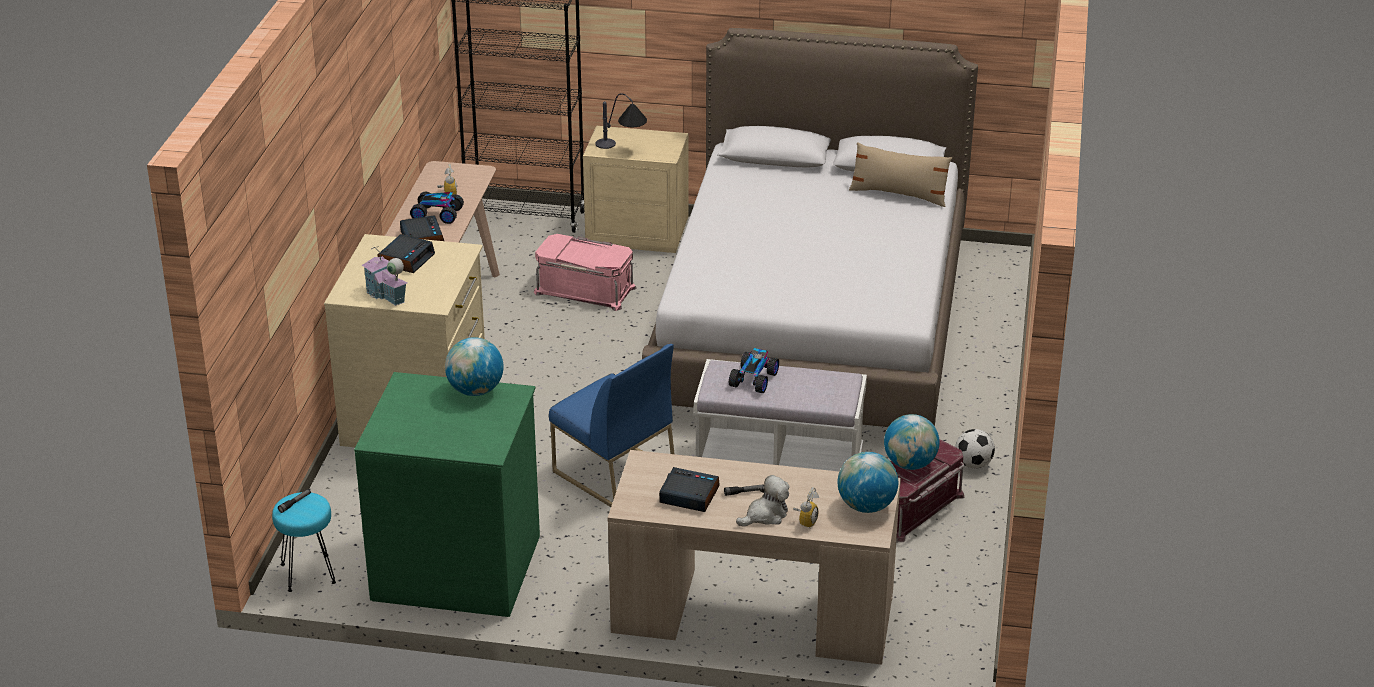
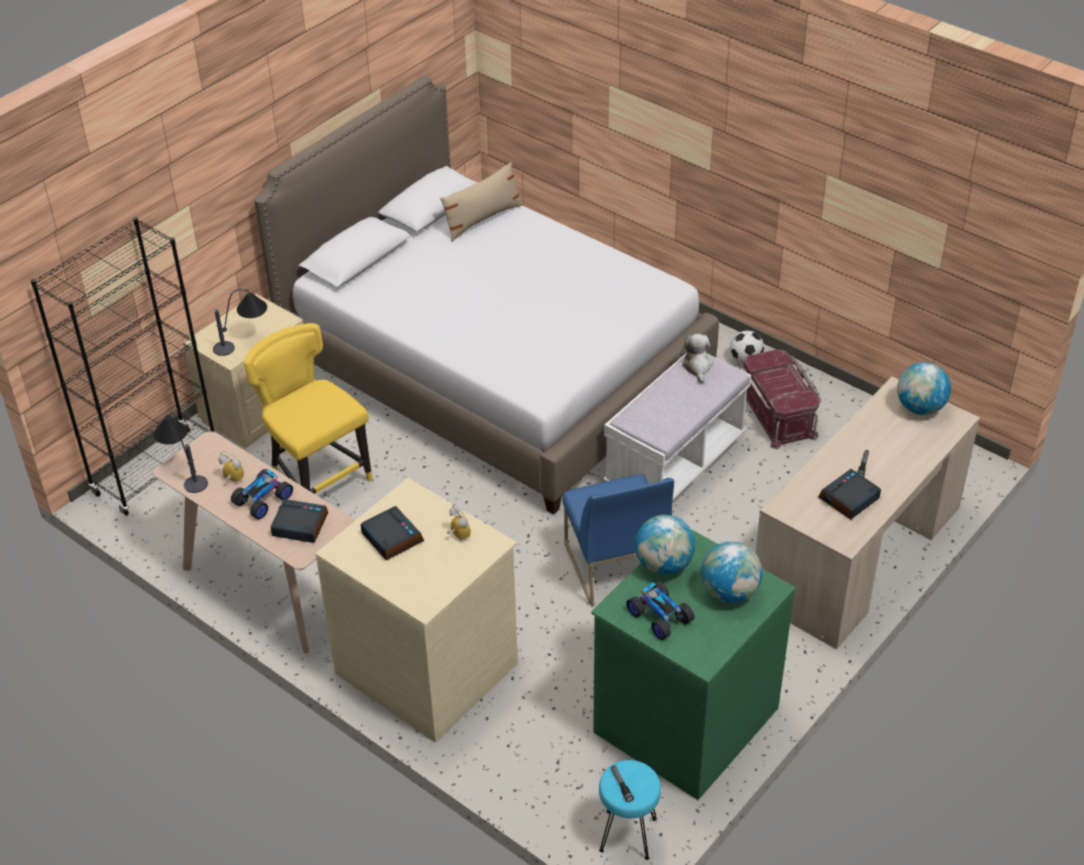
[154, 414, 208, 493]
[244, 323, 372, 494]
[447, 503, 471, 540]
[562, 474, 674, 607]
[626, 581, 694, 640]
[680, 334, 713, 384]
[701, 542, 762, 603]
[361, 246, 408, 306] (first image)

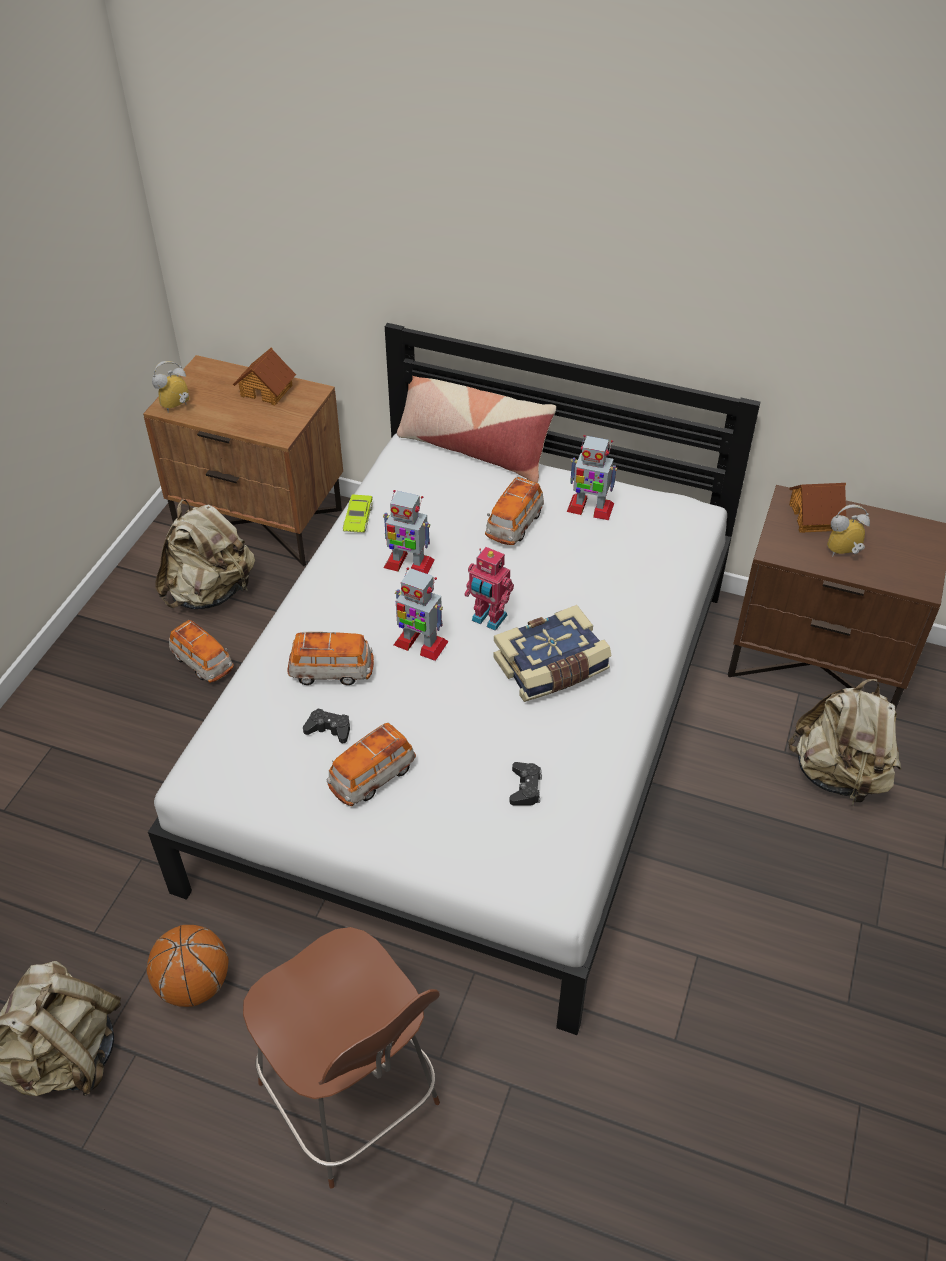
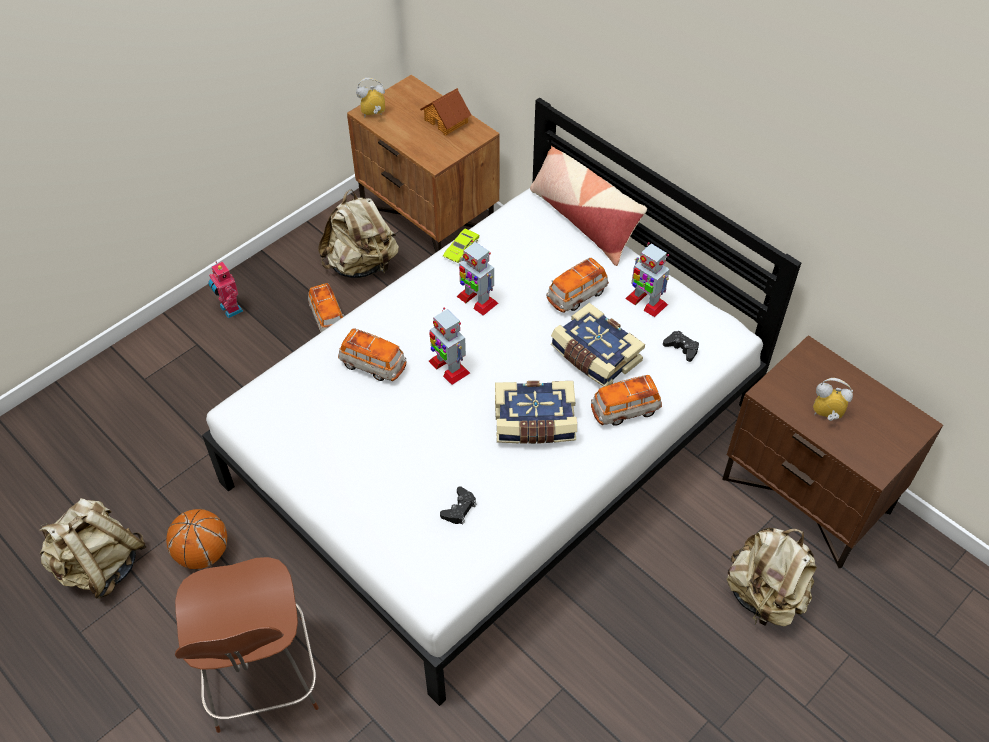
[208, 261, 243, 318]
[551, 303, 645, 387]
[591, 375, 662, 426]
[663, 331, 699, 362]
[789, 483, 846, 533] (first image)

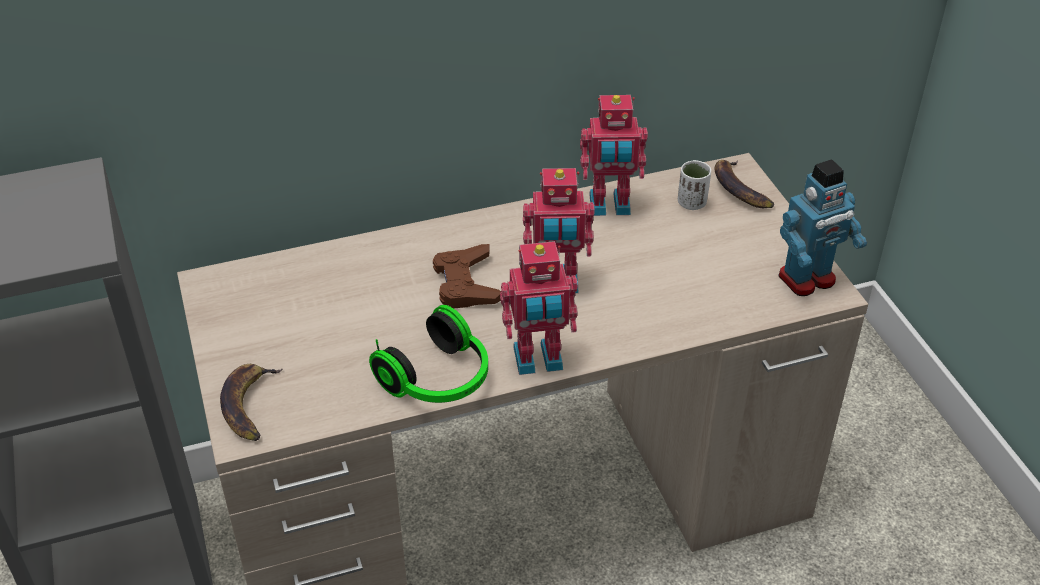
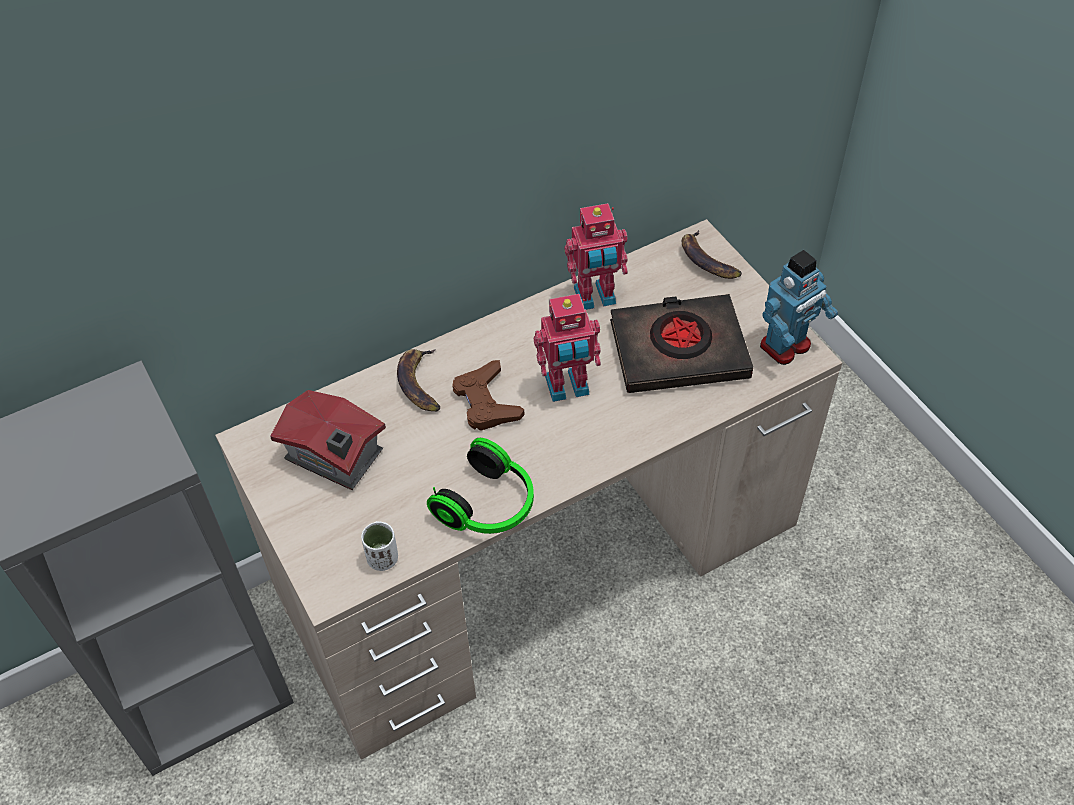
[270, 390, 386, 490]
[361, 521, 398, 571]
[397, 349, 440, 411]
[610, 294, 753, 393]
[500, 241, 578, 375] (first image)

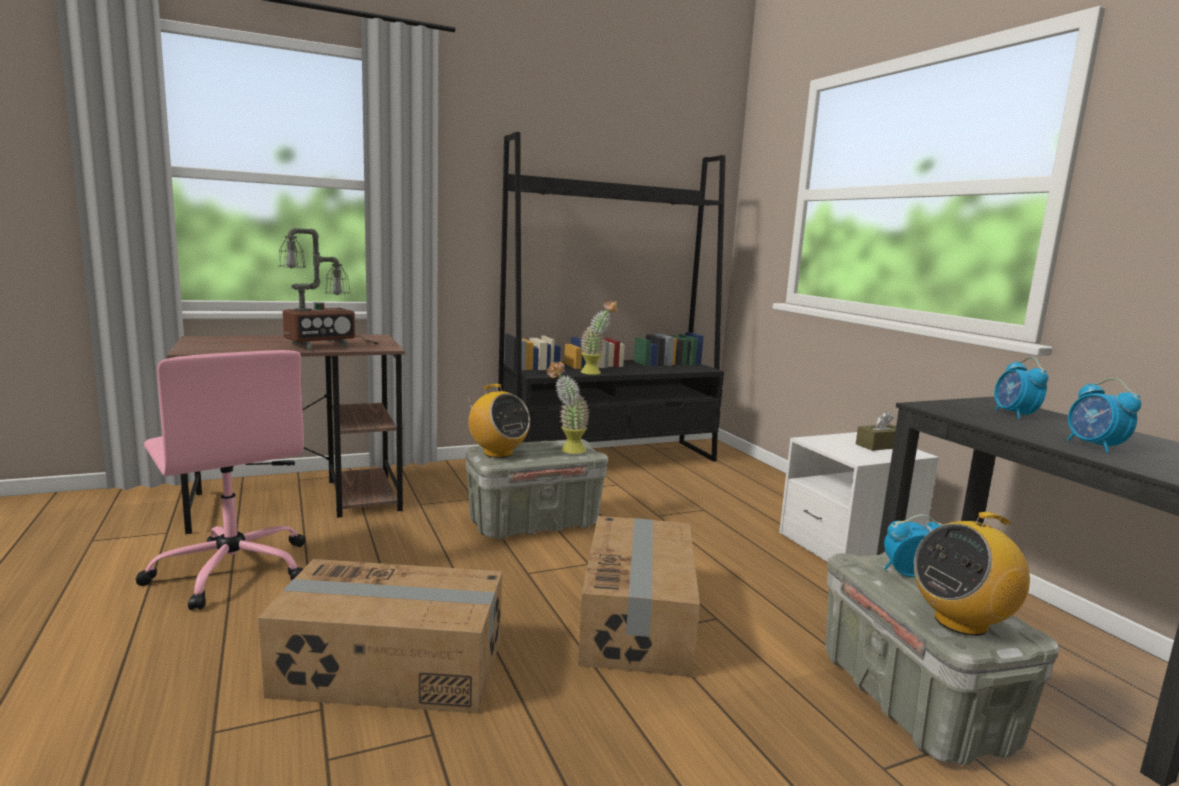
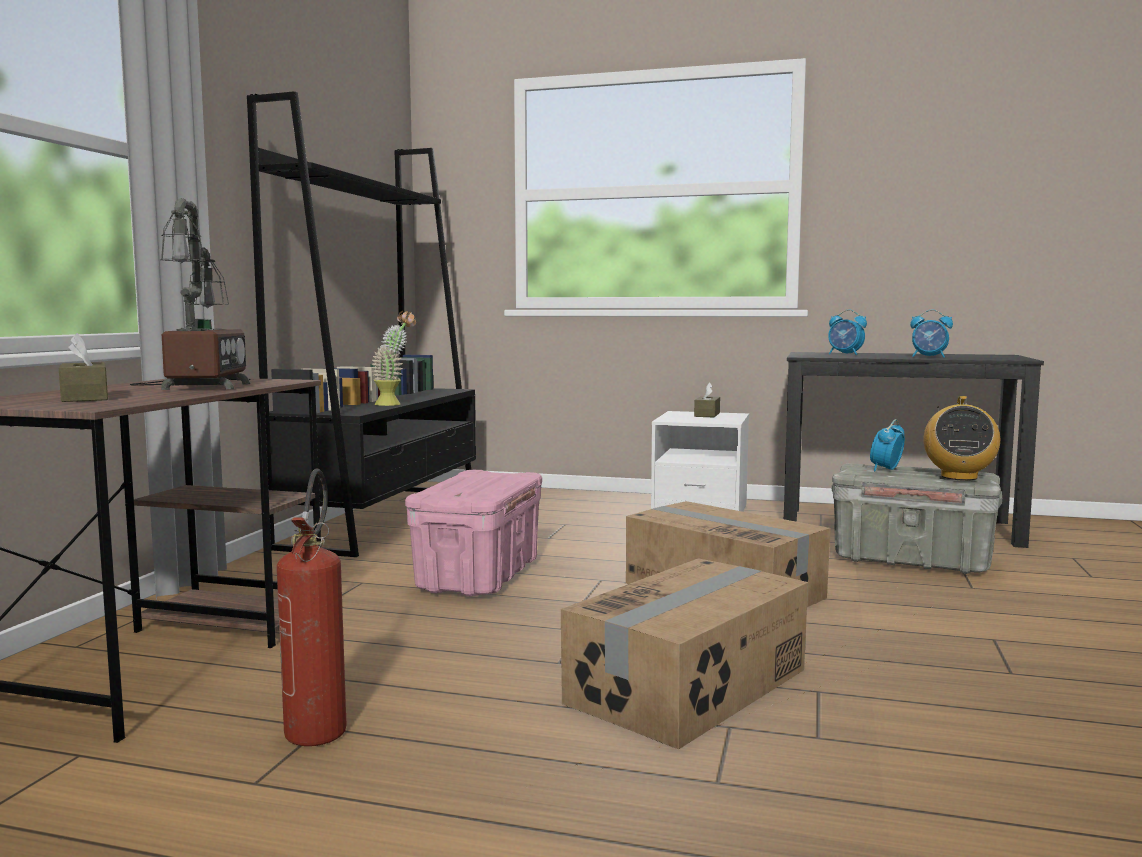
[59, 333, 108, 402]
[277, 469, 347, 746]
[405, 470, 542, 597]
[467, 384, 530, 458] (first image)
[547, 361, 590, 454] (first image)

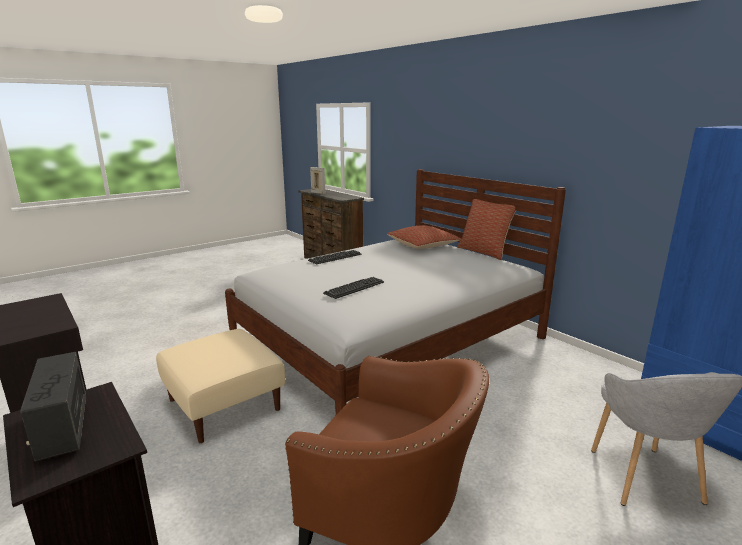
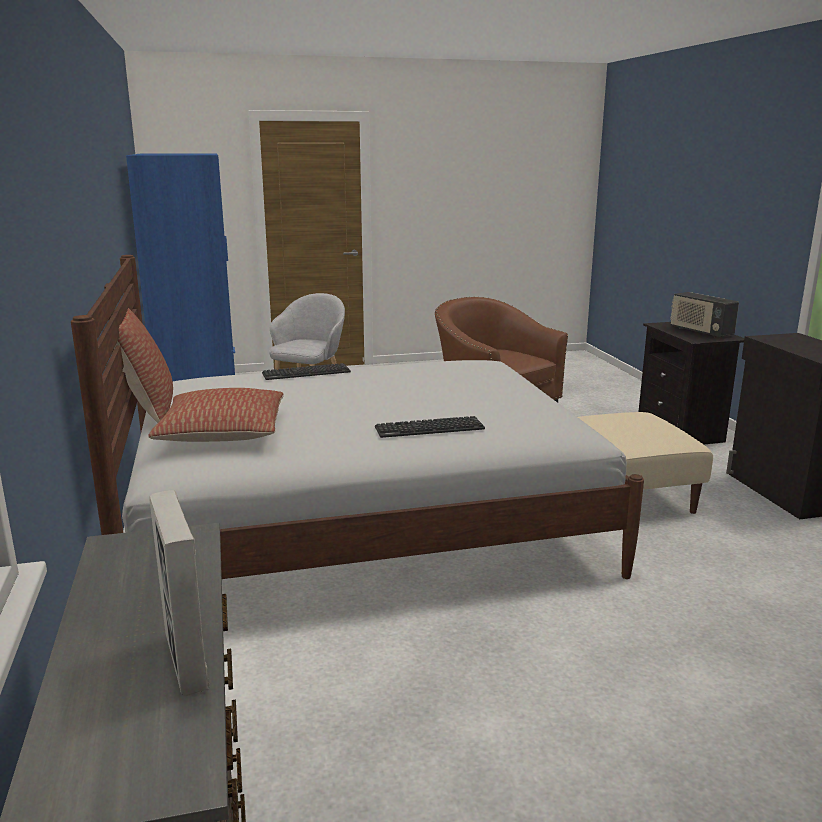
[262, 363, 351, 380]
[670, 292, 739, 337]

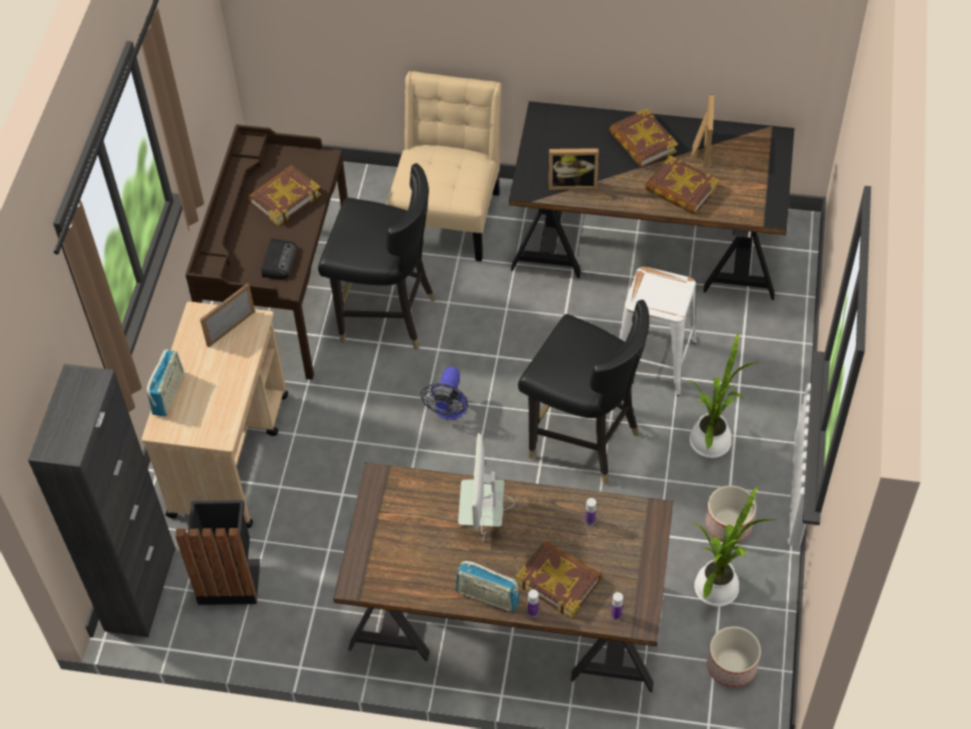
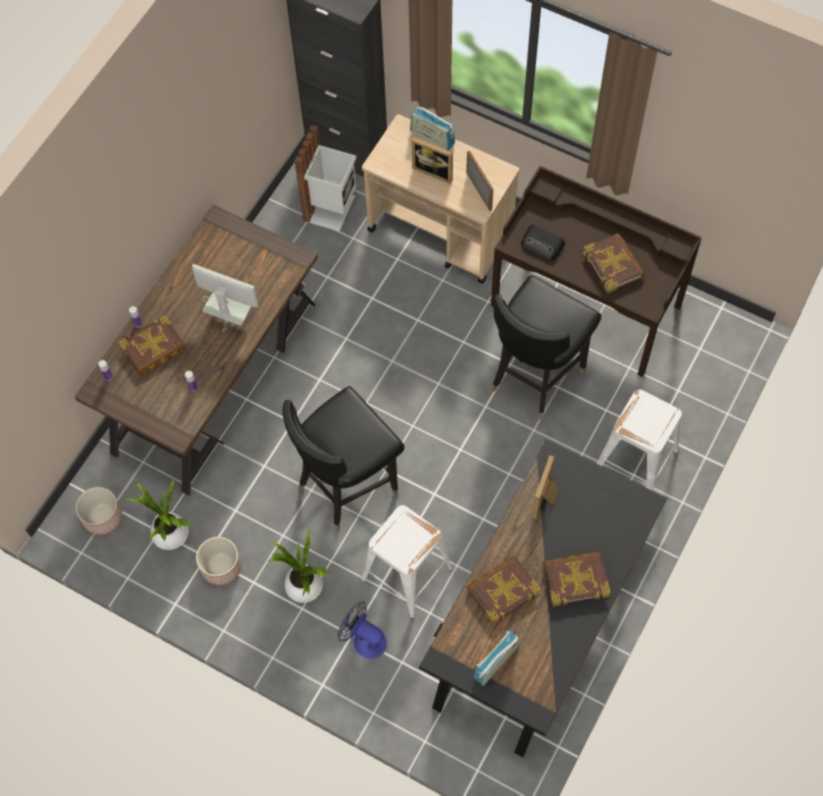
[294, 125, 356, 231]
[338, 602, 387, 659]
[411, 137, 453, 184]
[474, 631, 519, 686]
[597, 389, 682, 491]

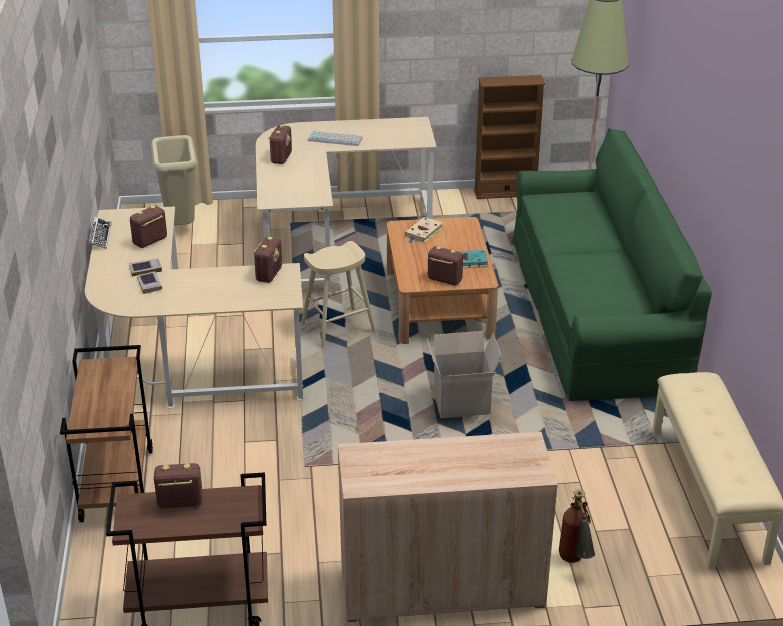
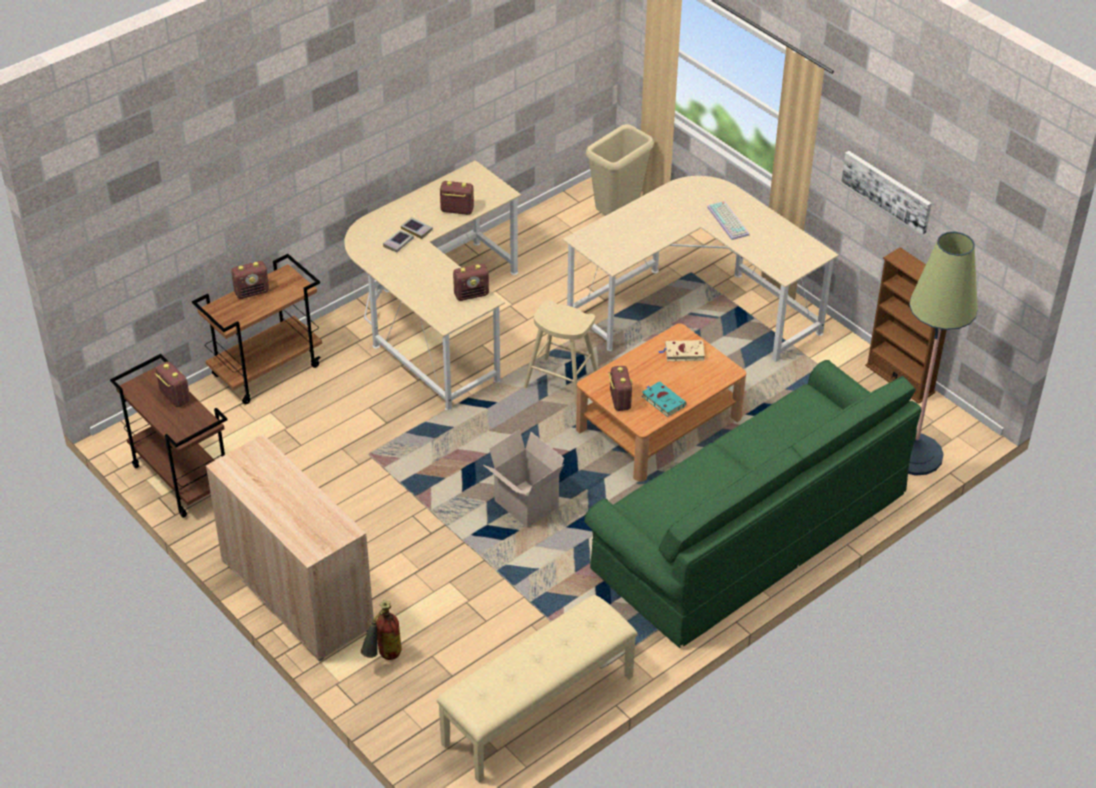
[231, 261, 269, 299]
[841, 151, 932, 234]
[88, 217, 112, 249] (first image)

